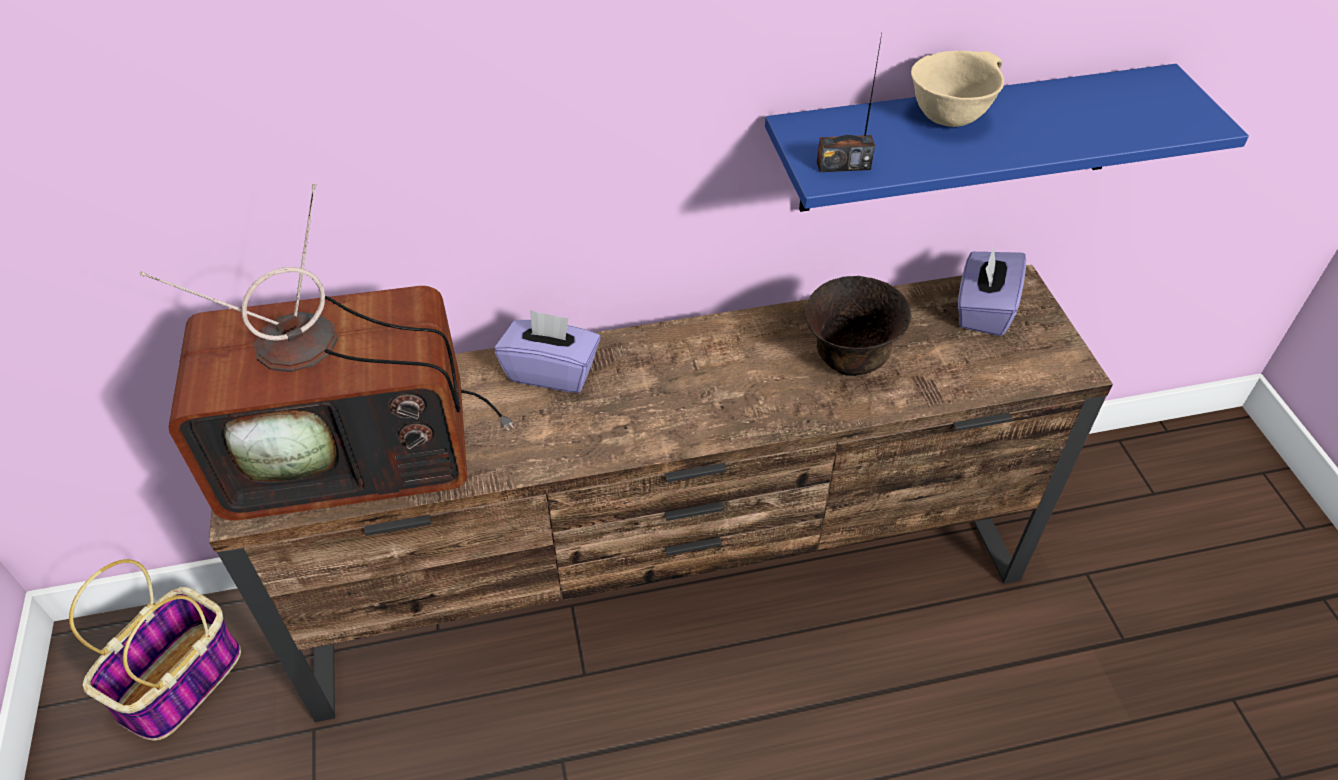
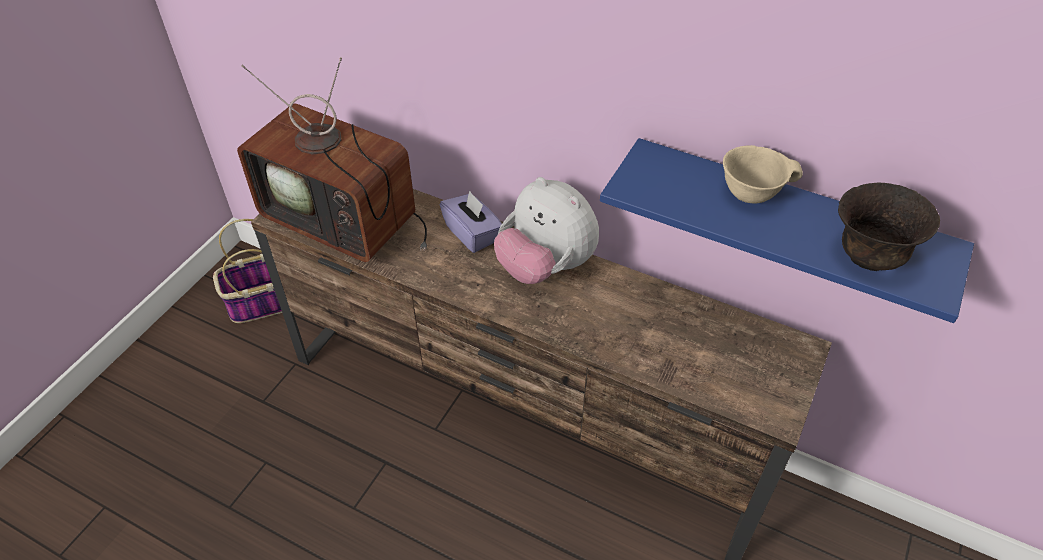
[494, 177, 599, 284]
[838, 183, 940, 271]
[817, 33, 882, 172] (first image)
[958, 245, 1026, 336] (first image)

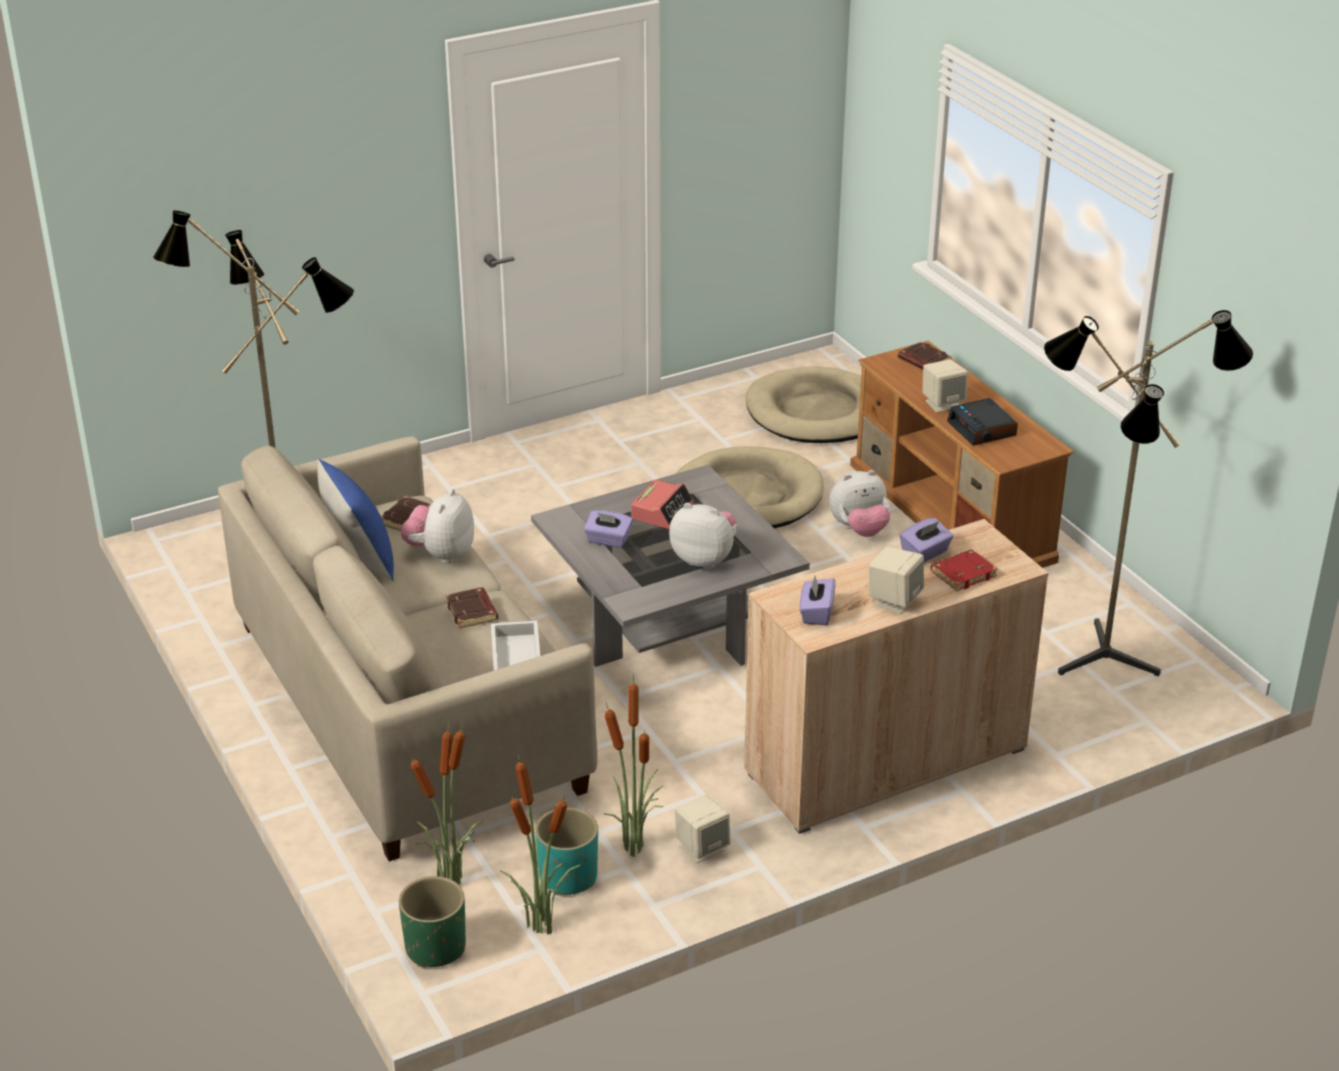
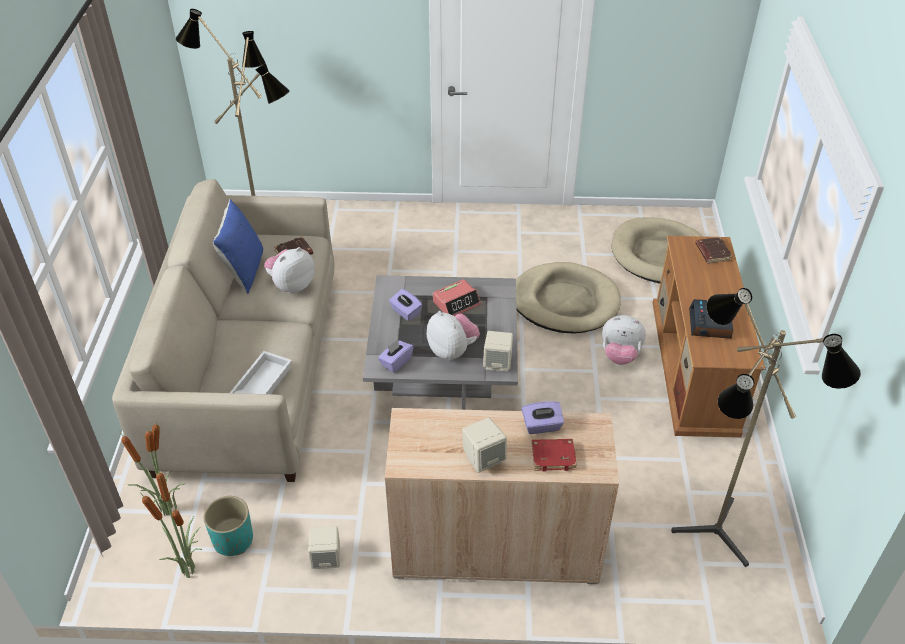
[378, 339, 414, 373]
[483, 331, 513, 372]
[399, 876, 466, 968] (first image)
[445, 587, 498, 628] (first image)
[603, 675, 663, 857] (first image)

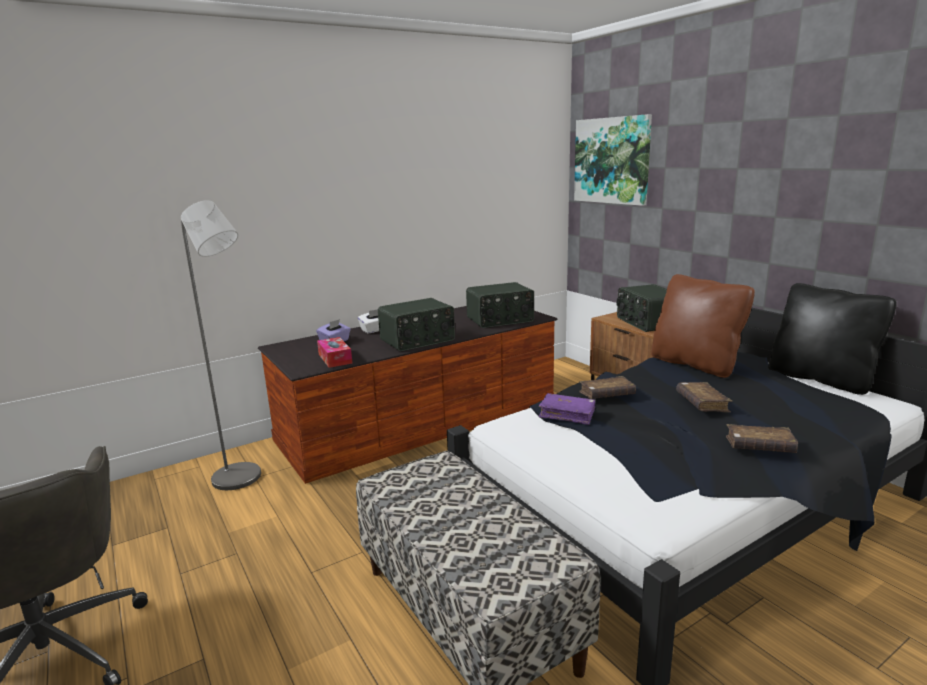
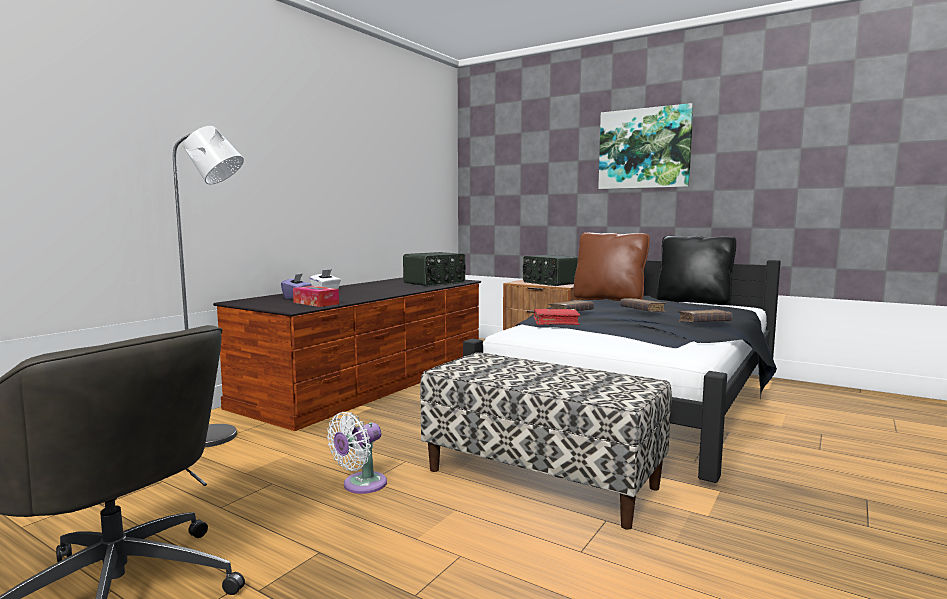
[327, 412, 387, 494]
[534, 309, 580, 325]
[598, 103, 693, 189]
[378, 298, 455, 351] (first image)

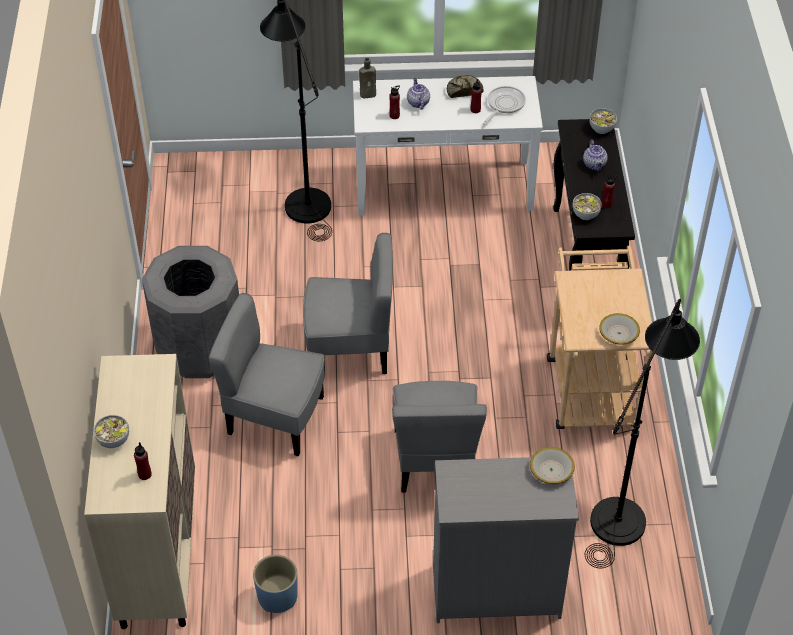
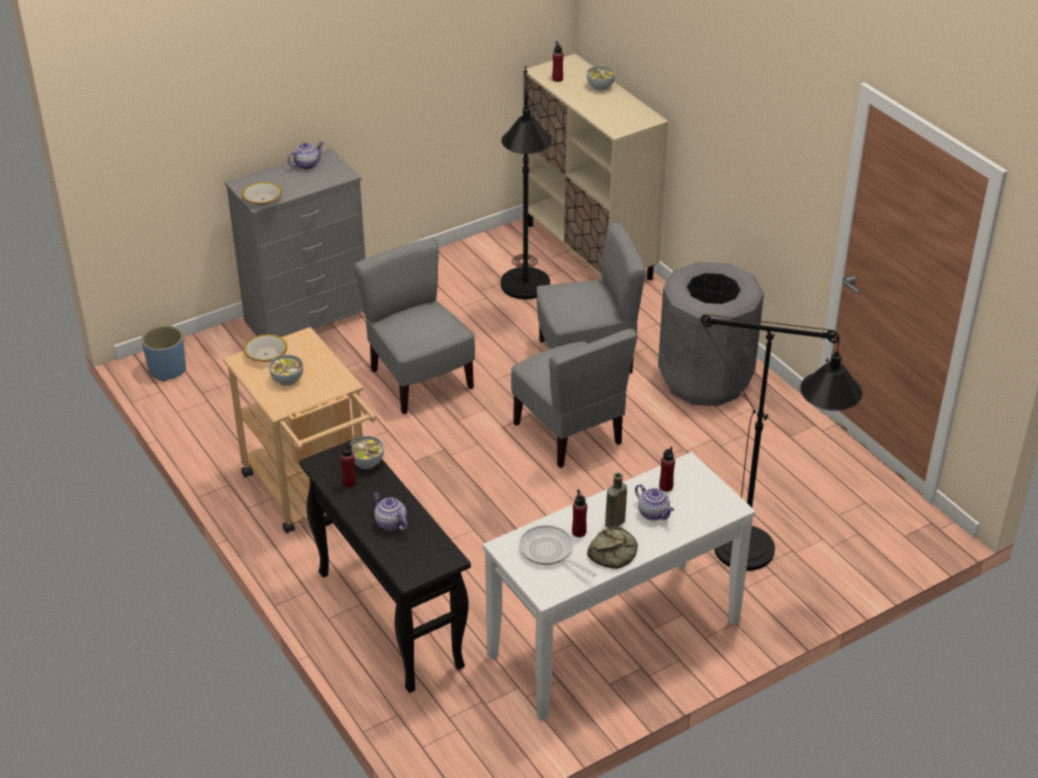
[141, 325, 186, 381]
[269, 355, 303, 386]
[288, 142, 324, 169]
[501, 65, 552, 299]
[511, 328, 638, 468]
[519, 525, 596, 577]
[605, 473, 627, 528]

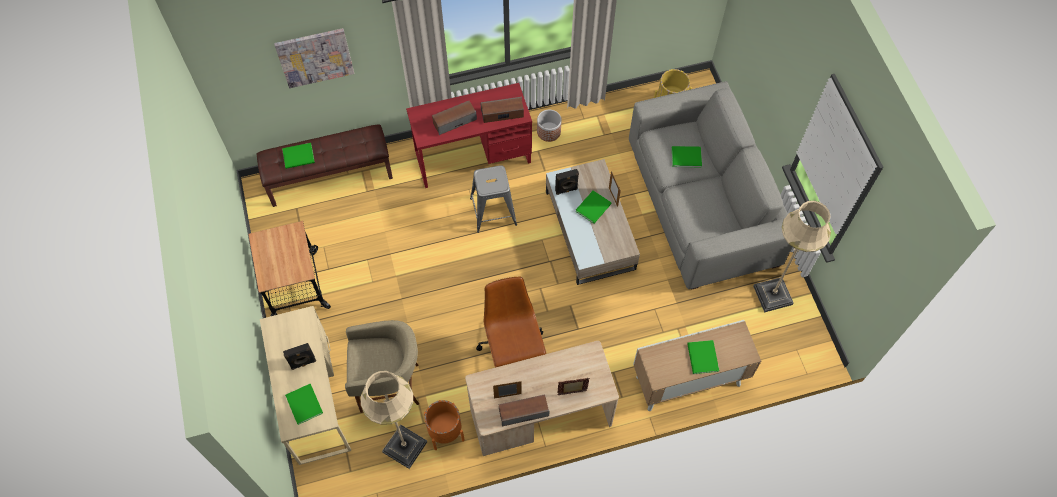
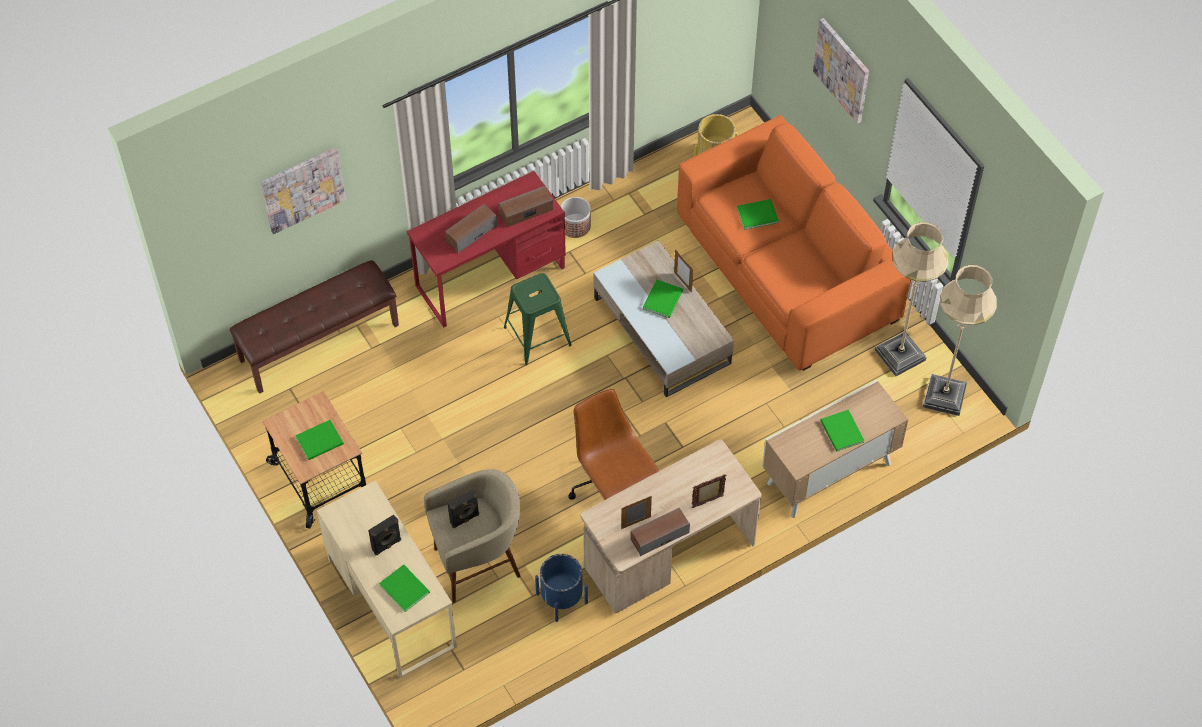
[295, 420, 344, 460]
[448, 489, 479, 528]
[504, 273, 572, 365]
[535, 554, 588, 622]
[677, 115, 911, 371]
[813, 18, 869, 124]
[923, 265, 997, 416]

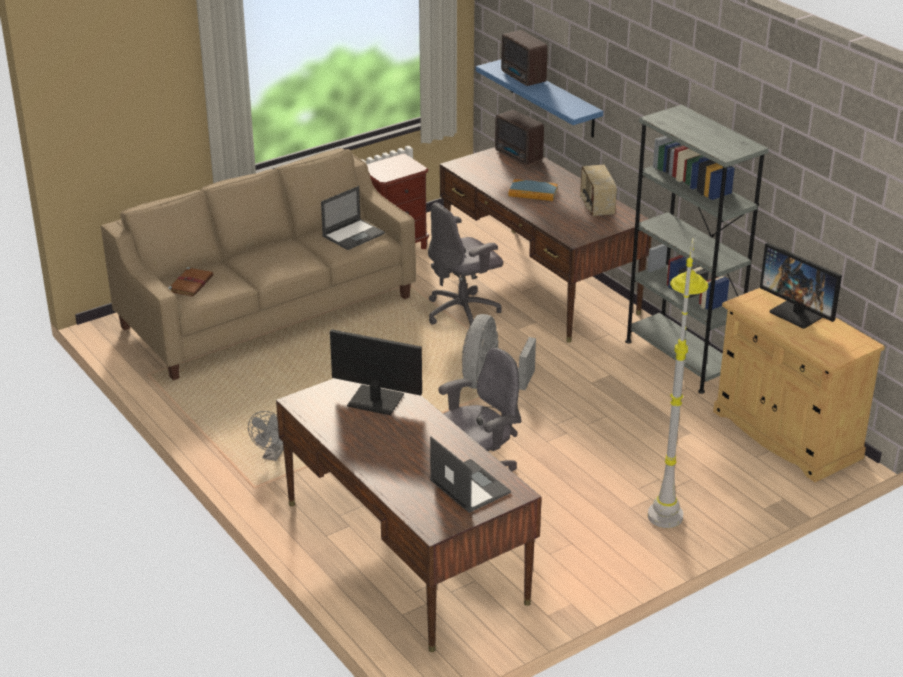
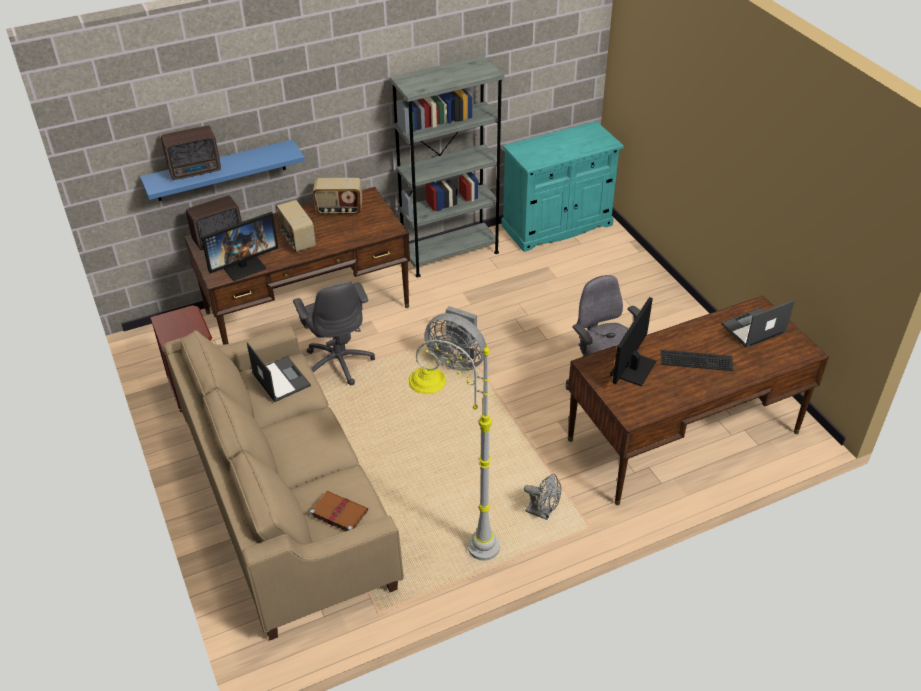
[201, 212, 278, 281]
[276, 200, 316, 252]
[408, 340, 500, 561]
[501, 121, 624, 252]
[661, 350, 733, 371]

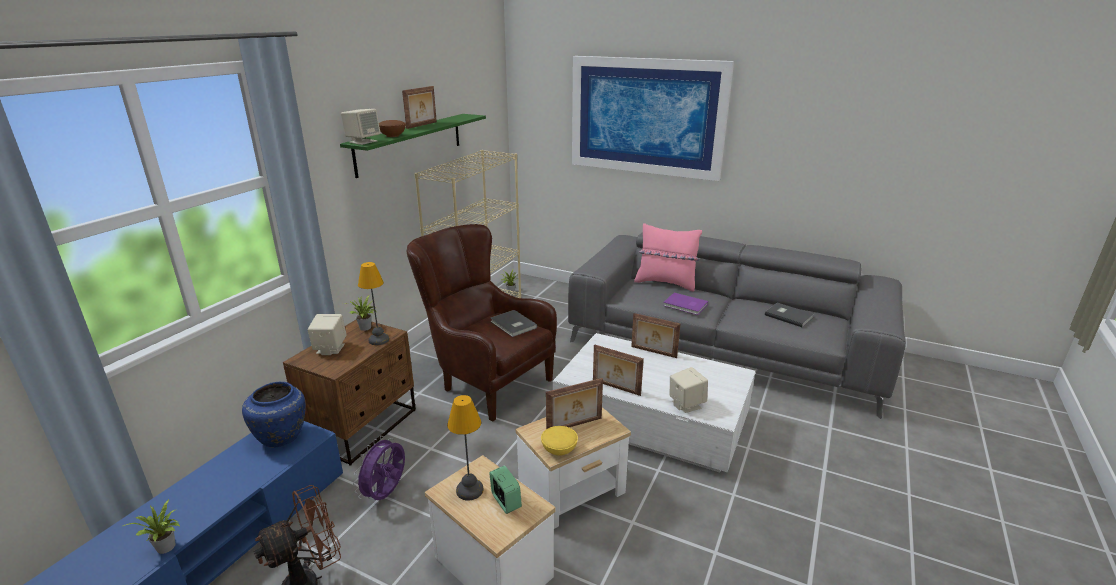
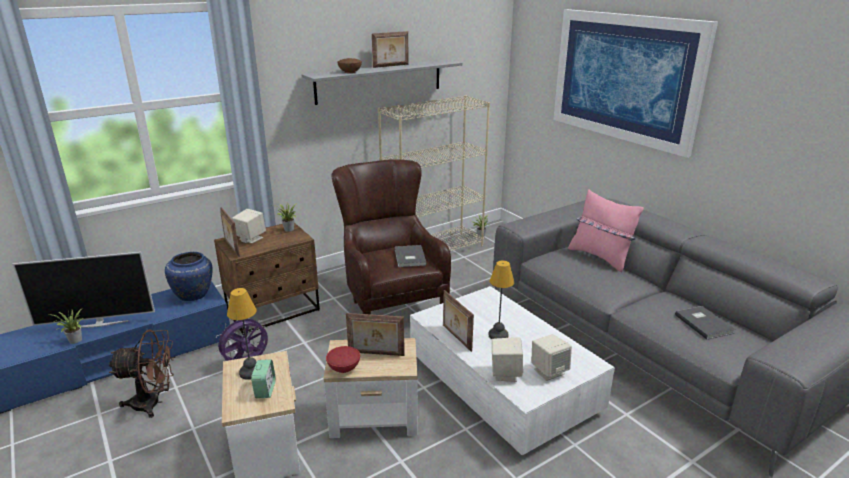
[12, 252, 155, 328]
[220, 207, 240, 257]
[301, 59, 463, 105]
[326, 346, 360, 373]
[488, 261, 514, 339]
[531, 334, 572, 381]
[663, 293, 708, 315] (first image)

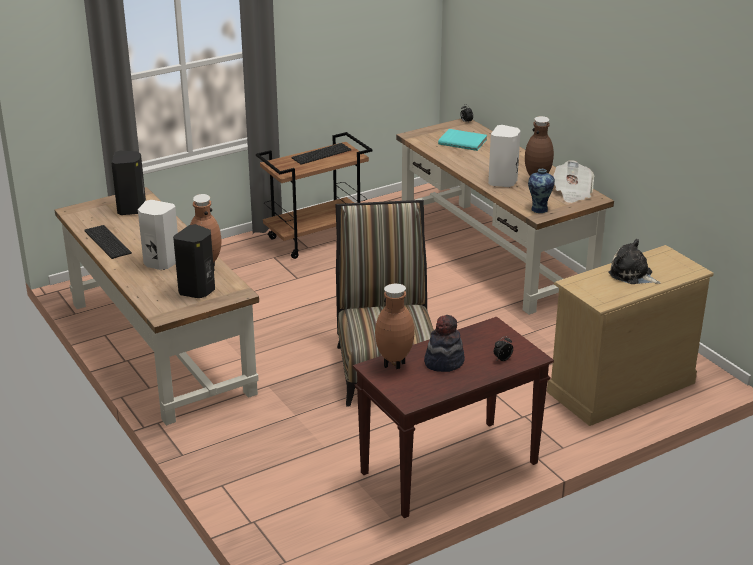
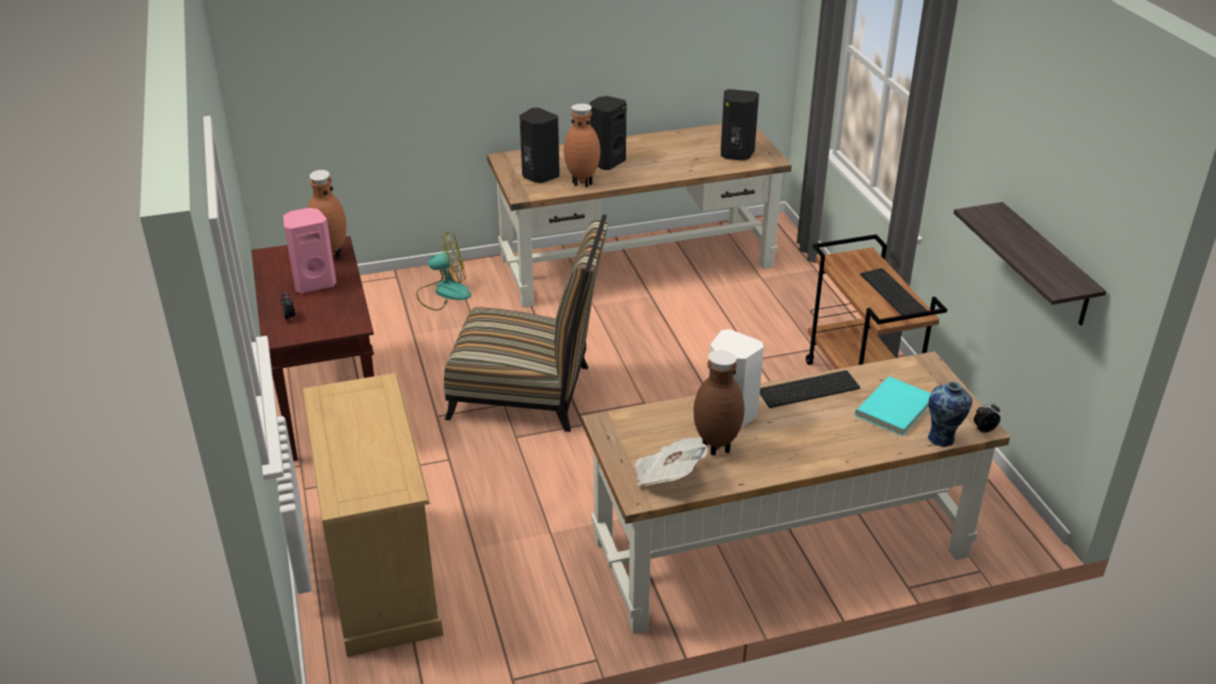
[283, 208, 337, 293]
[416, 232, 471, 310]
[589, 96, 626, 170]
[760, 370, 860, 408]
[928, 382, 973, 447]
[954, 202, 1106, 325]
[608, 239, 661, 284] (first image)

